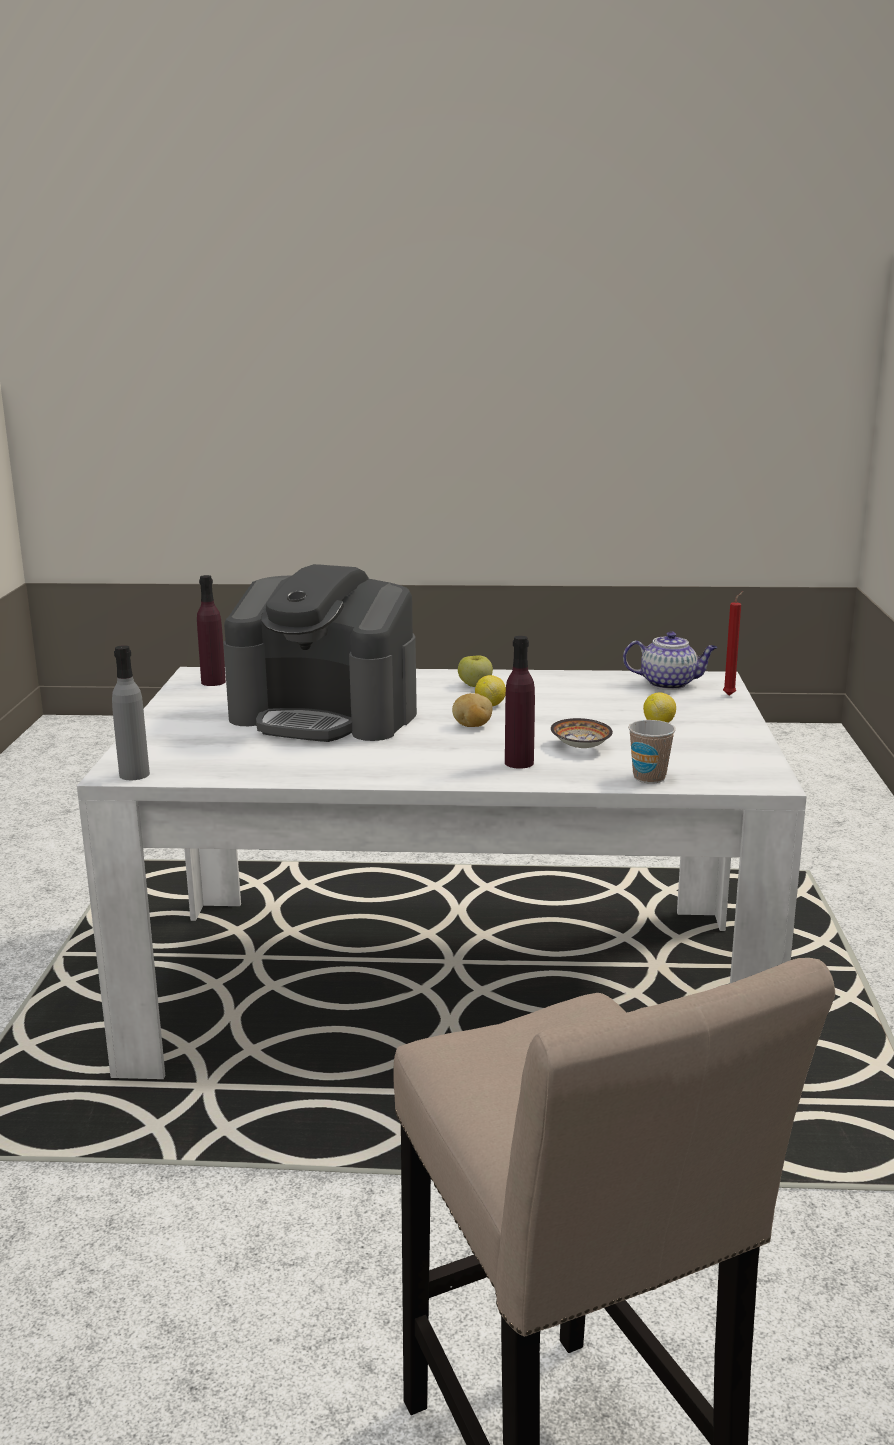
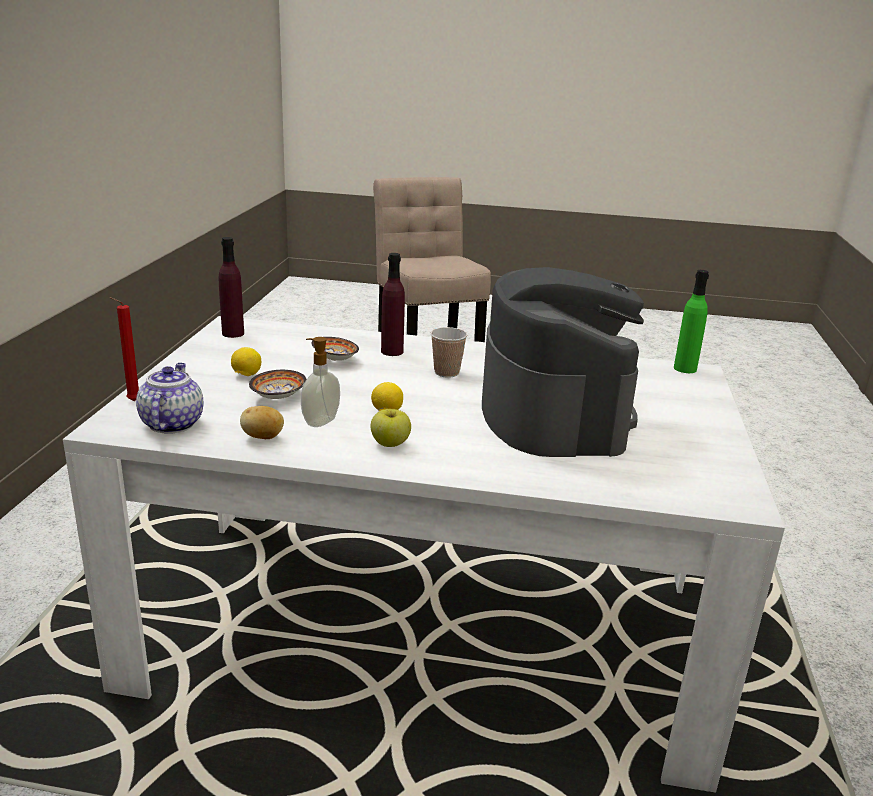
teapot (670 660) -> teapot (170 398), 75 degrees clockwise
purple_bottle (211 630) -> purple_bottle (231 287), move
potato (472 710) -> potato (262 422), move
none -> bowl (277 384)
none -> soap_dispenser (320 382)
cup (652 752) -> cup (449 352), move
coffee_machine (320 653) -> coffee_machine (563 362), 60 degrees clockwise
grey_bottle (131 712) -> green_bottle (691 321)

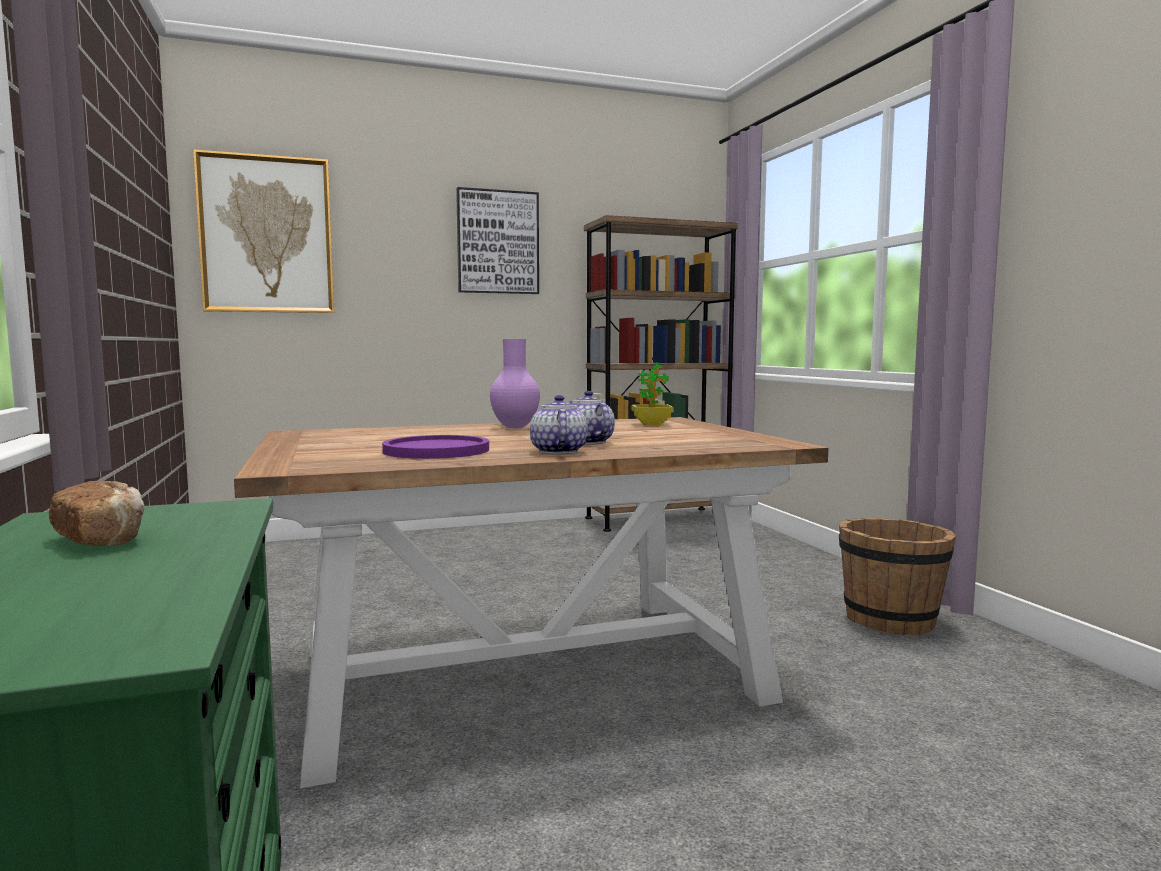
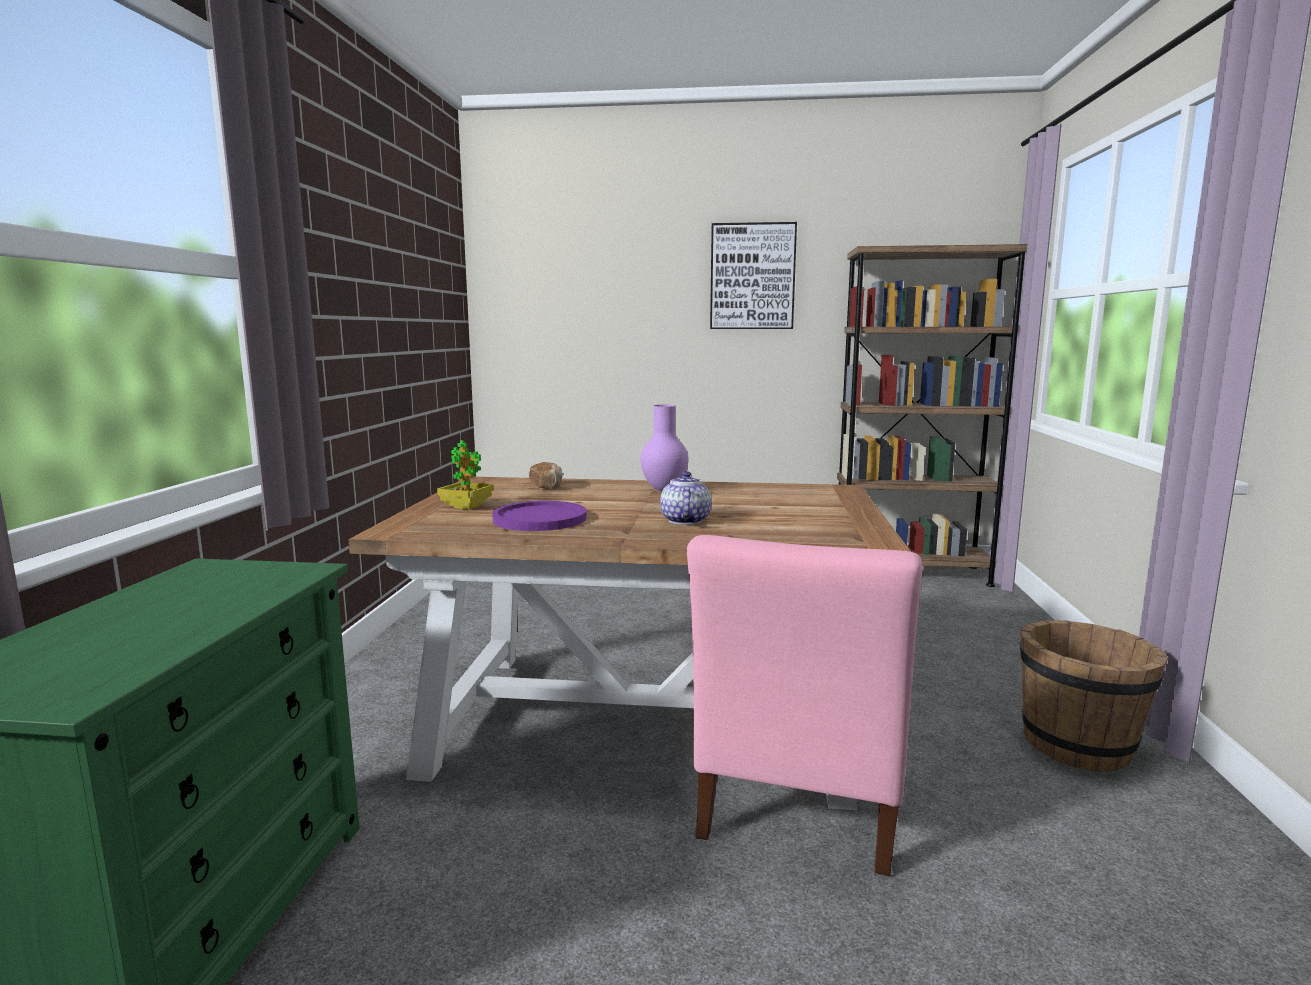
potted_plant (652 394) -> potted_plant (465 475), move
bread (97 513) -> bread (546 476), move
none -> pink_chair (804 705)
picture (263 231) -> none
teapot (559 424) -> none

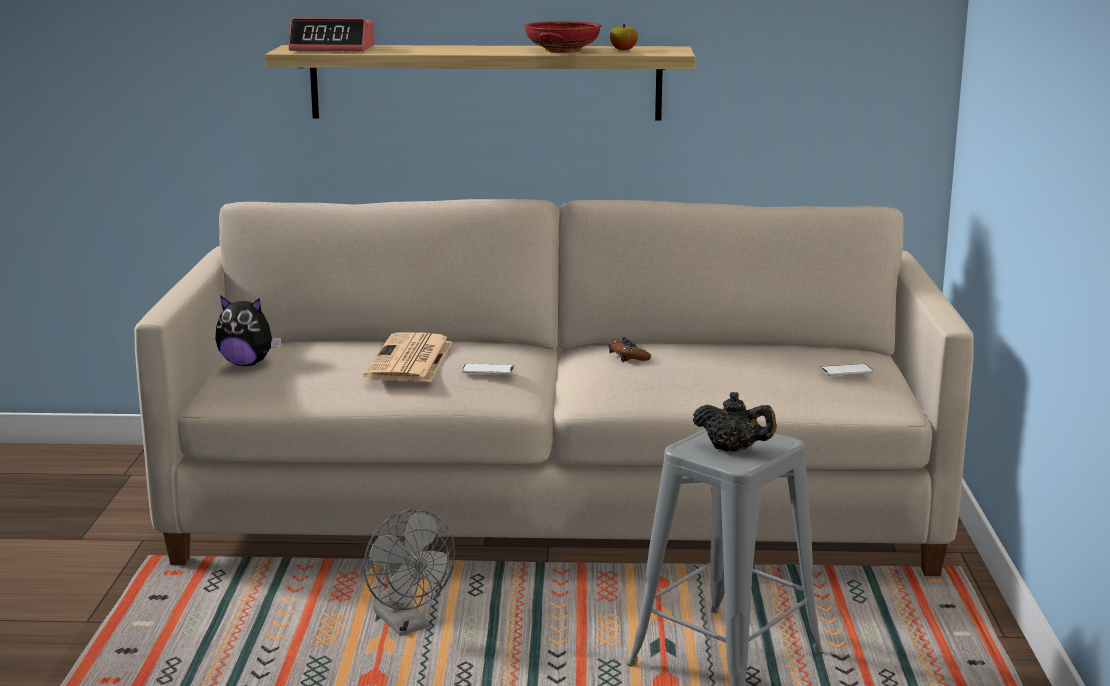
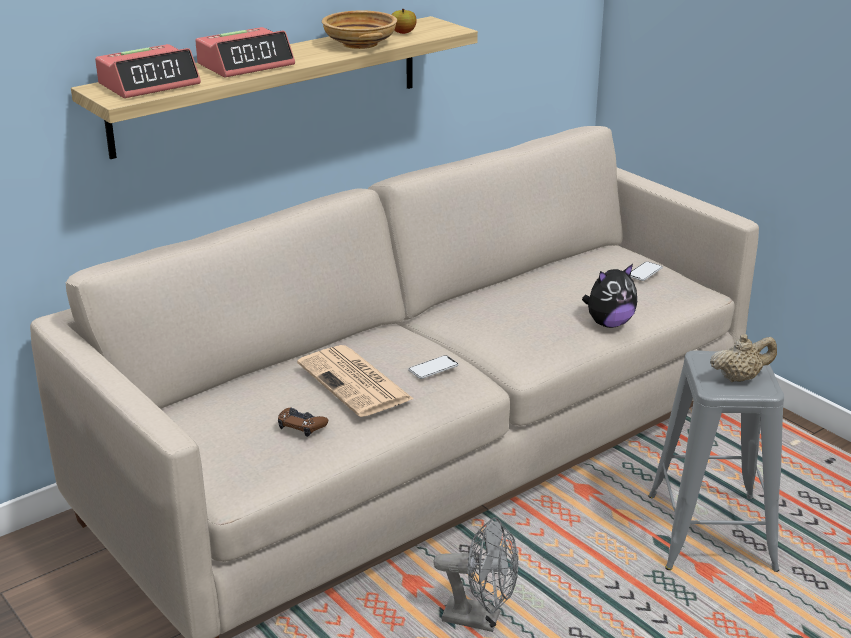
none -> alarm_clock (245 52)
brown_game_controller (629 349) -> brown_game_controller (303 422), move
red_bowl (562 37) -> beige_bowl (359 29)
plush_toy (248 330) -> plush_toy (609 296), move
black_teapot (735 422) -> beige_teapot (743 358)

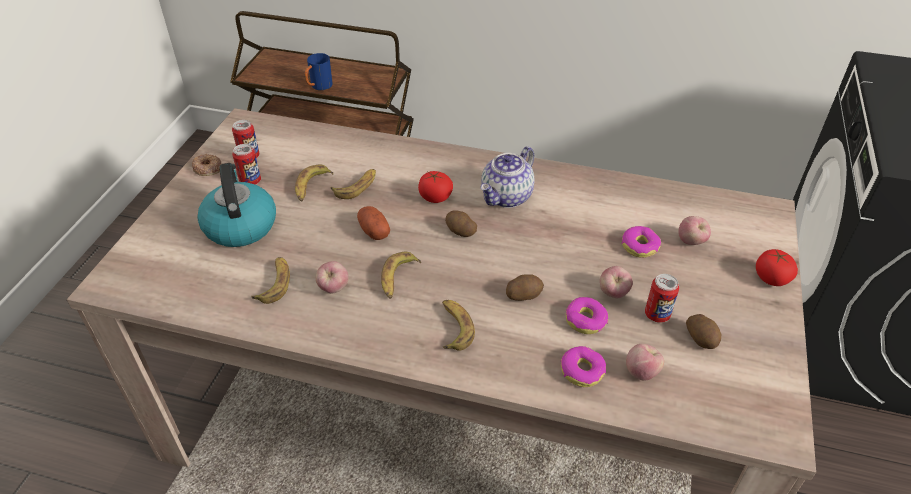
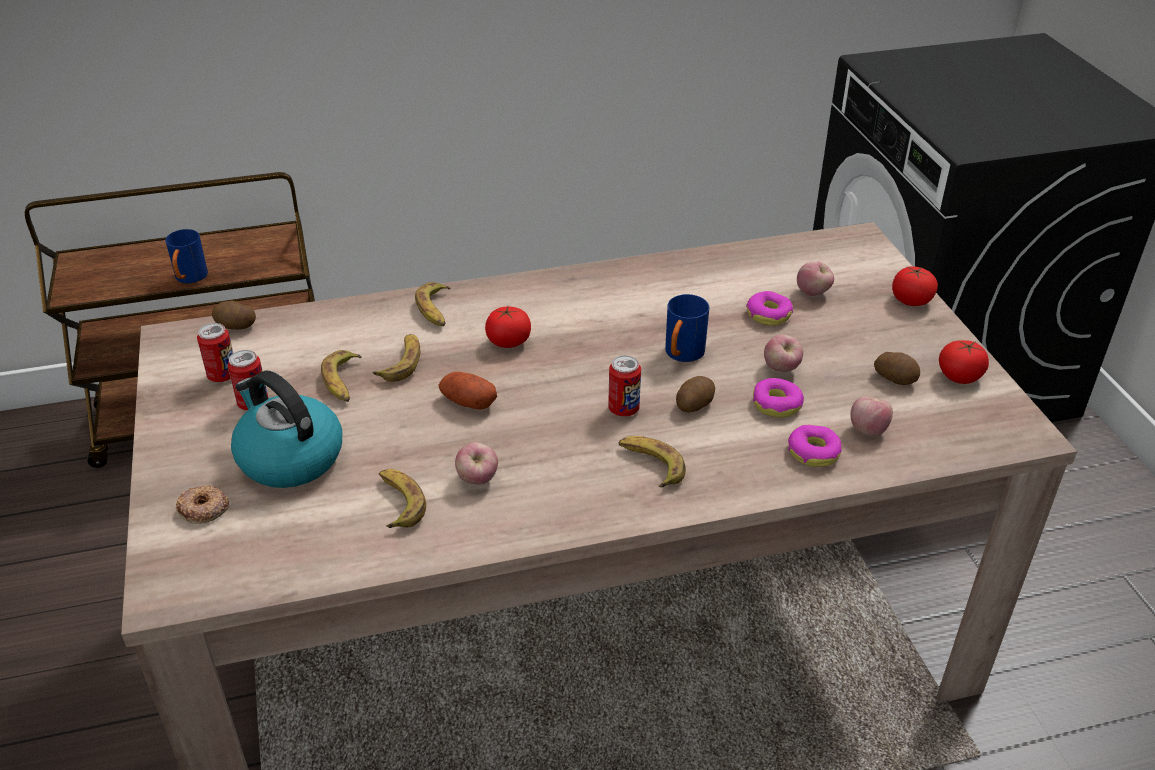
donut (207 165) -> donut (202 504), move
potato (461 223) -> potato (234 315), move
banana (401 275) -> banana (433 304), move
can (662 298) -> can (624 386), move
none -> blue_mug (687 328)
none -> tomato (964 362)
teapot (507 177) -> none

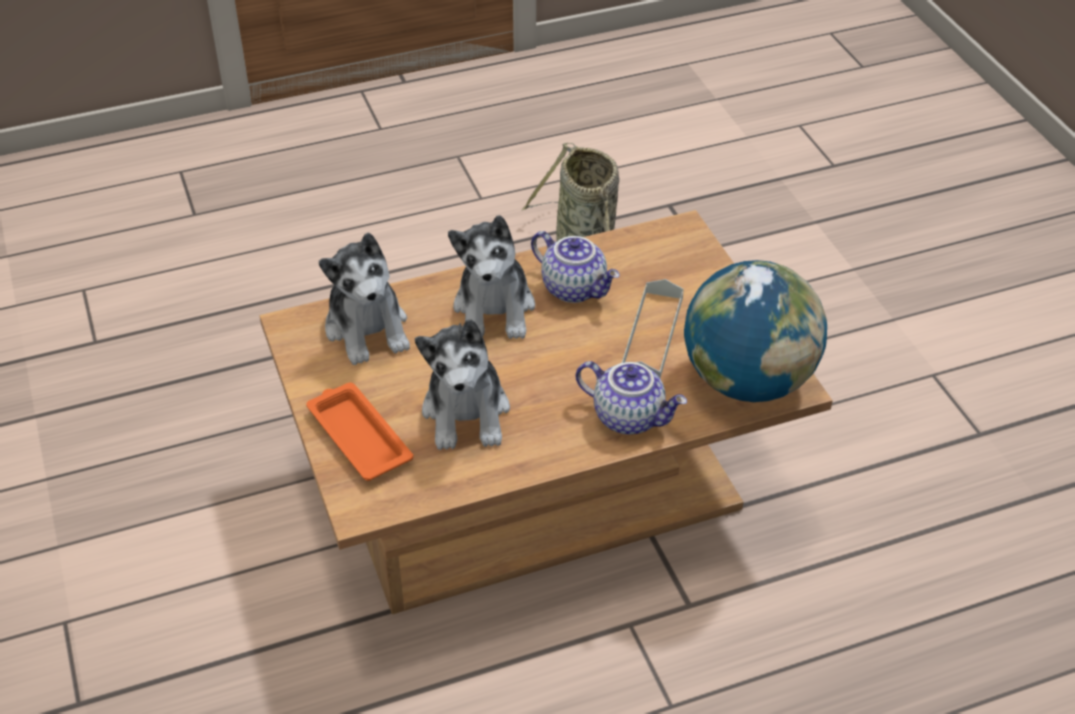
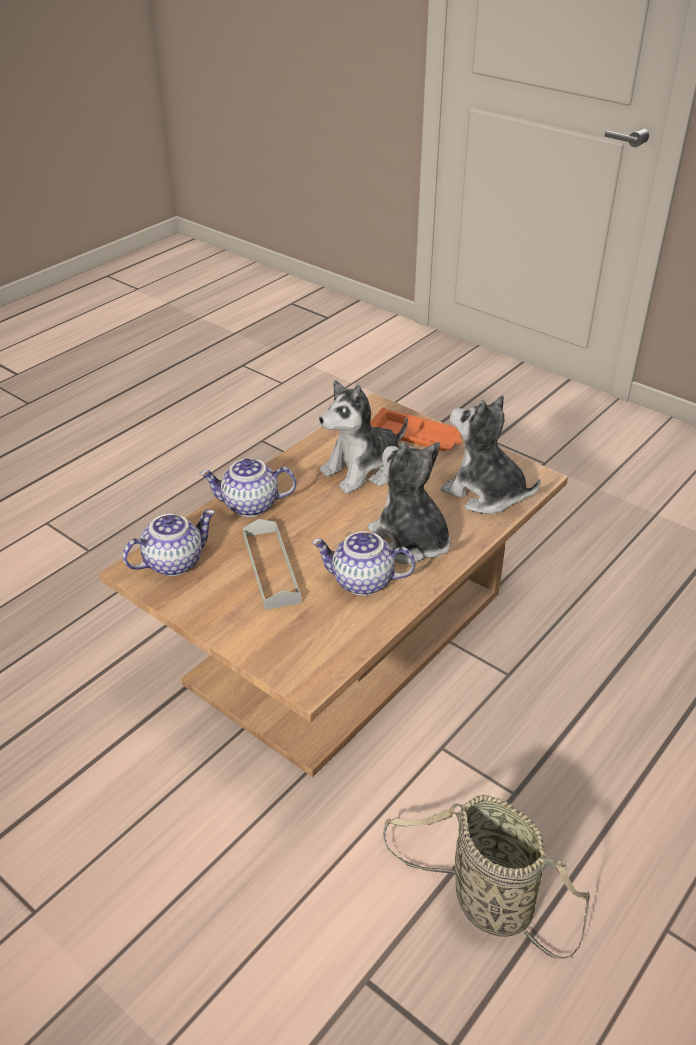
globe (755 331) -> teapot (169 542)
plush_toy (462 384) -> plush_toy (363 437), 90 degrees counterclockwise

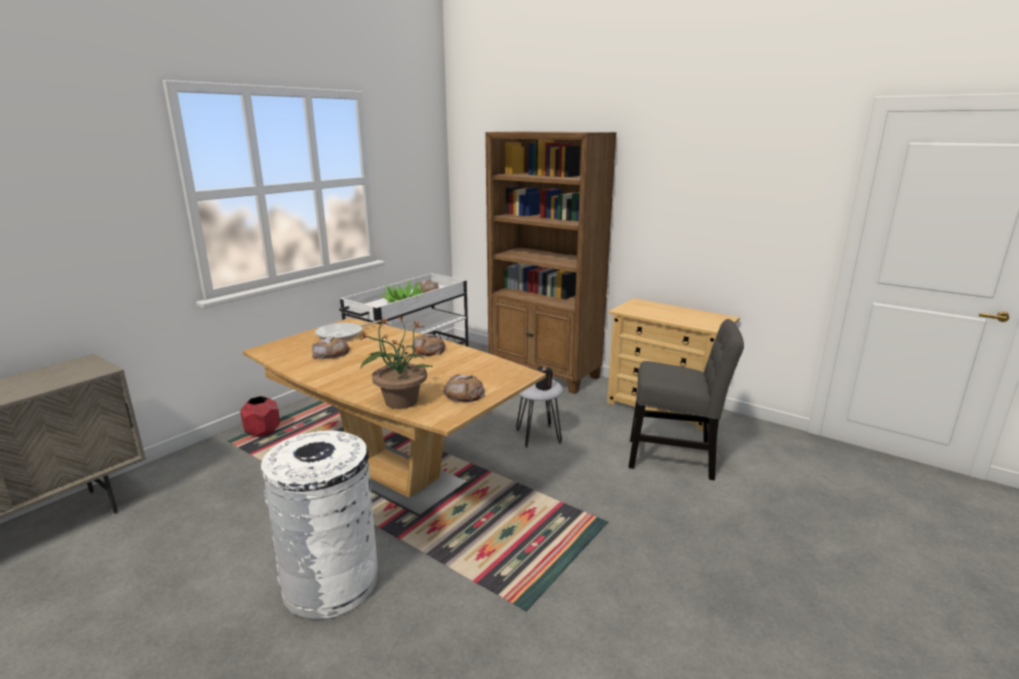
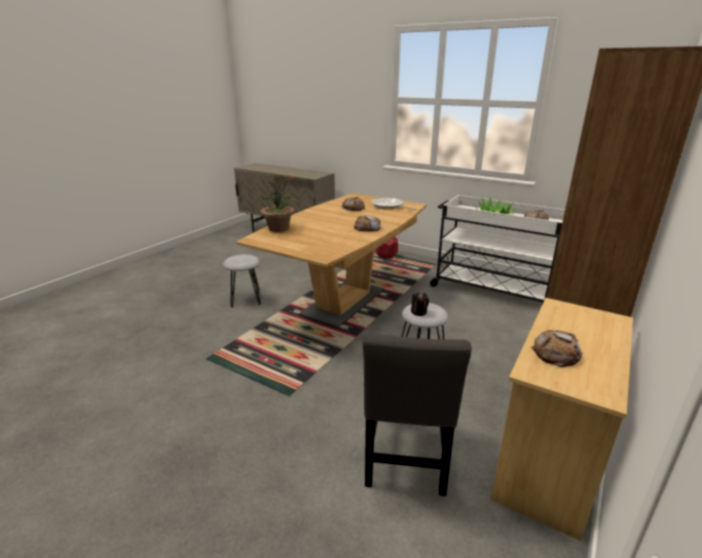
white_trash_can (319 525) -> grey_stool (241 280)
bread (464 388) -> bread (556 348), move

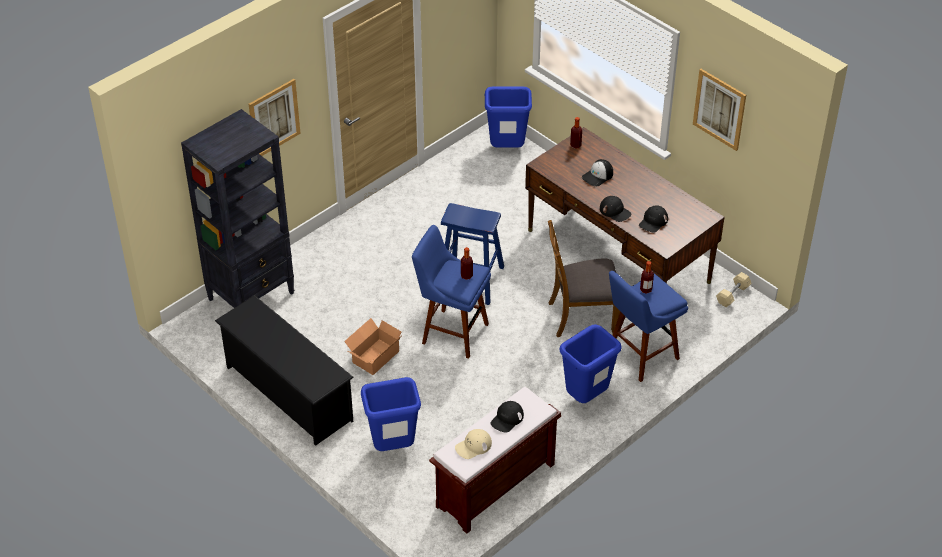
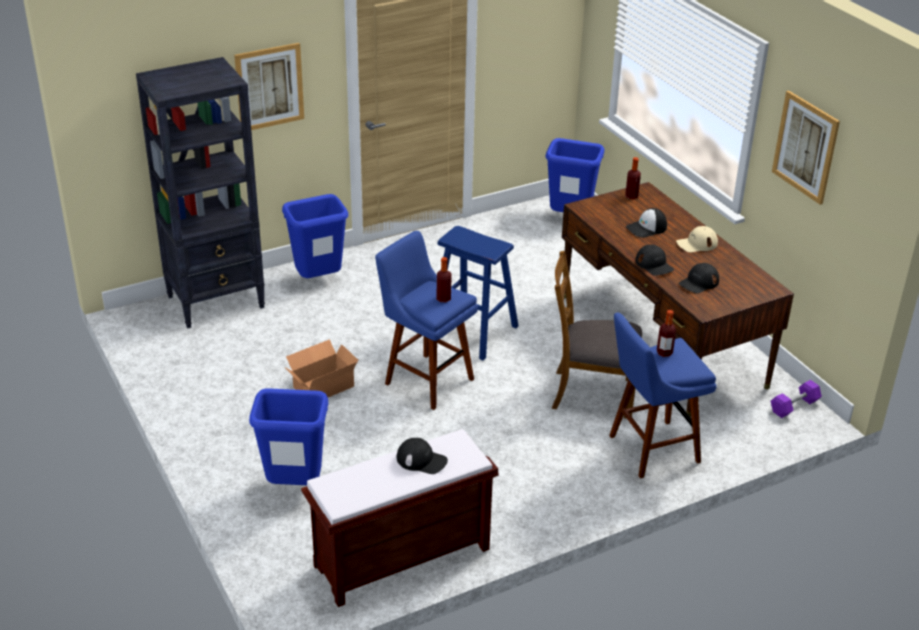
blue_trash_can (590 363) -> blue_trash_can (315 236), move
black_cap (507 417) -> black_cap (422 456), 120 degrees counterclockwise
beige_cap (473 444) -> beige_cap (697 239), move
beige_dumbbell (734 289) -> purple_dumbbell (796 399)
black_shoe_rack (284 370) -> none

